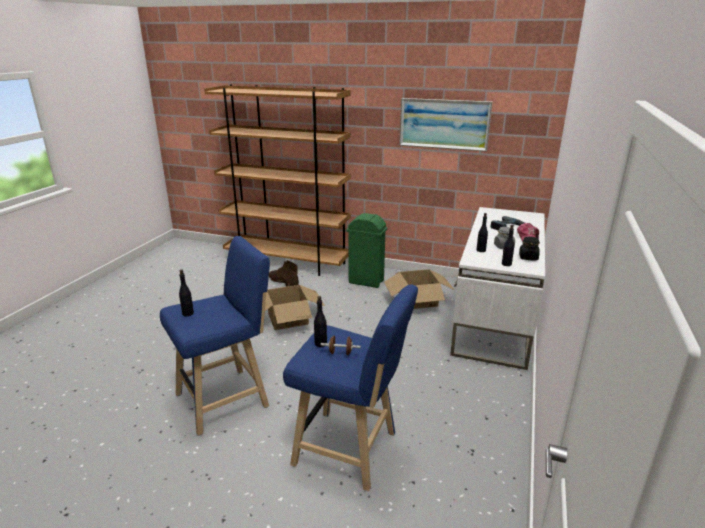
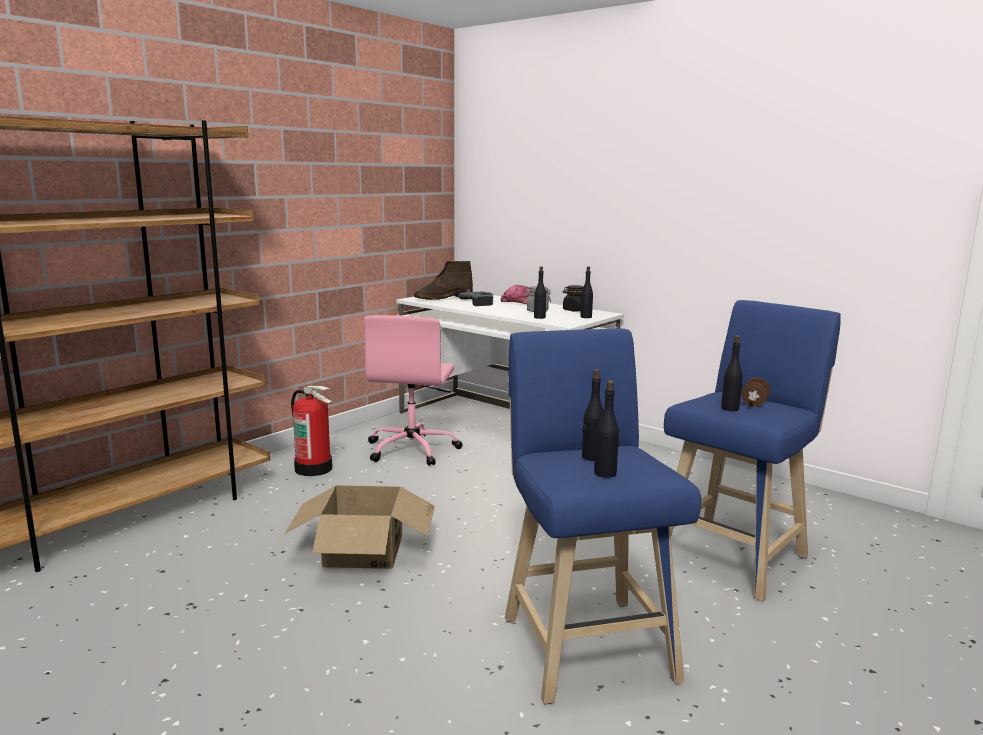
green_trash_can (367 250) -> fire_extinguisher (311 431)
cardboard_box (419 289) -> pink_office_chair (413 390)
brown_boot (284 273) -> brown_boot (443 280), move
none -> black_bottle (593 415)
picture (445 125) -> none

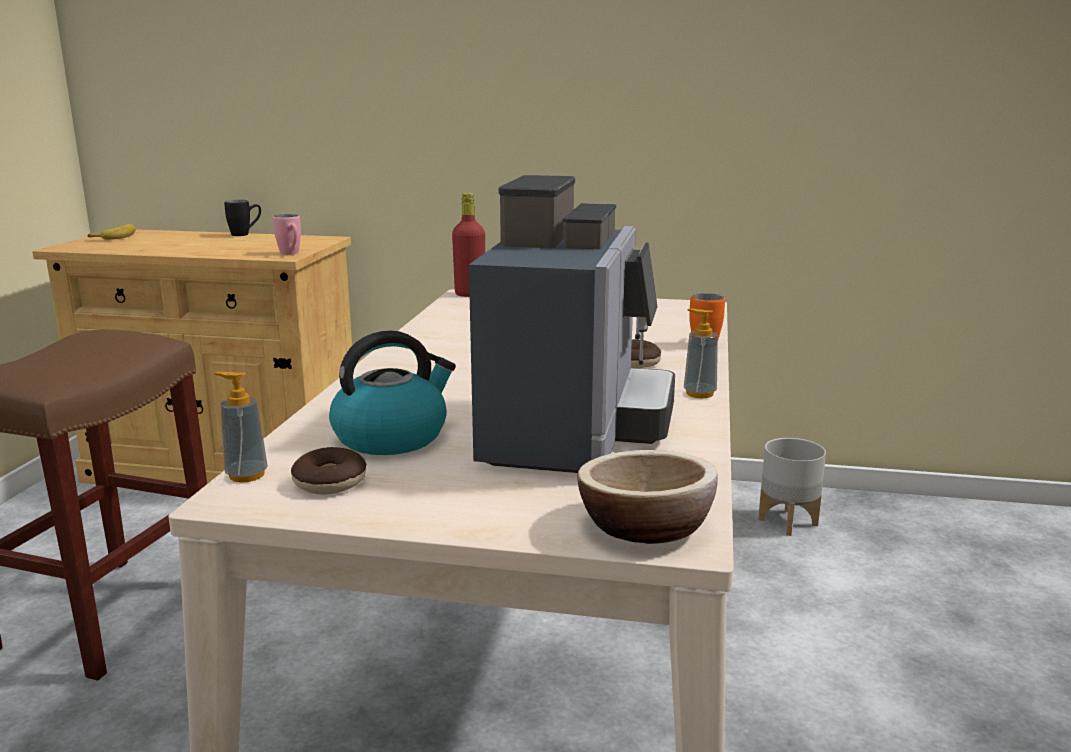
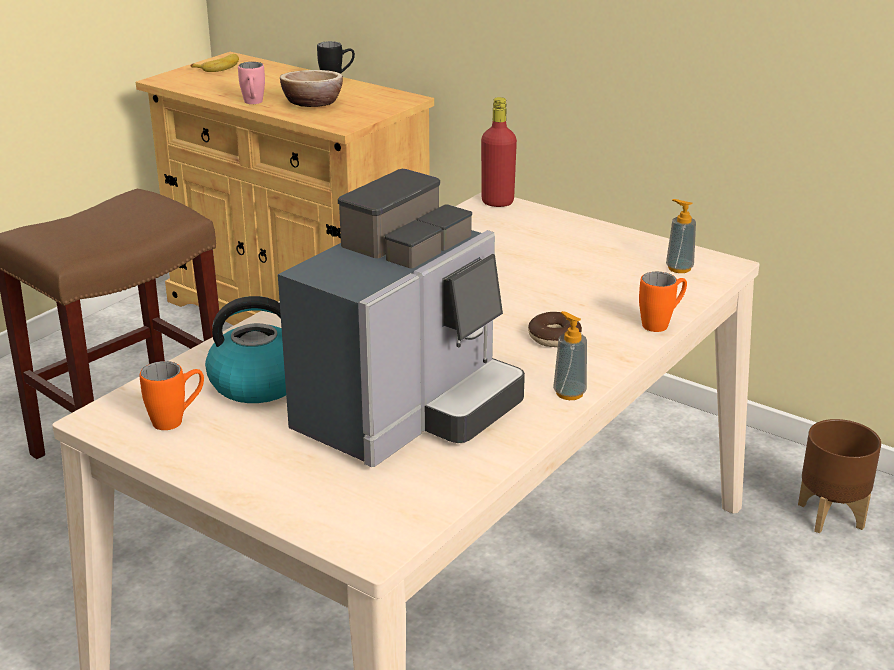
donut (328 471) -> orange_mug (172 395)
pink_mug (287 234) -> pink_mug (251 83), move
bowl (647 497) -> bowl (311 88), move
soap_dispenser (241 427) -> soap_dispenser (681 236), move
grey_planter (792 487) -> brown_planter (839 476)

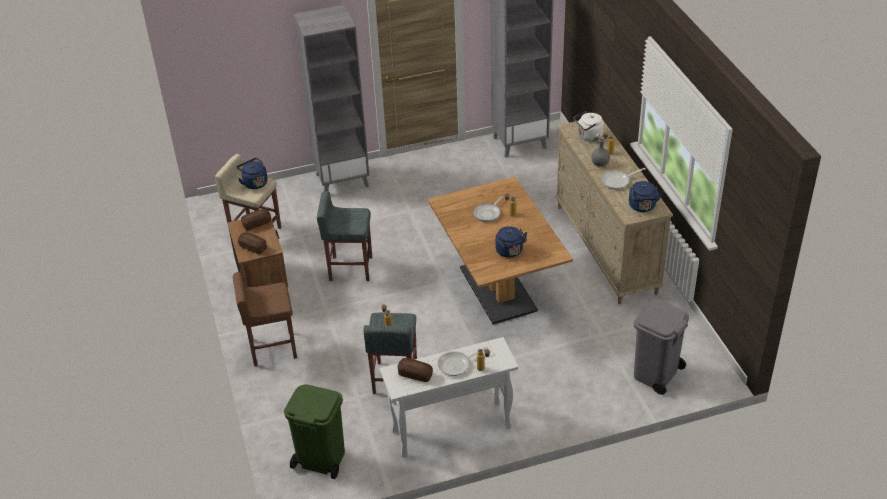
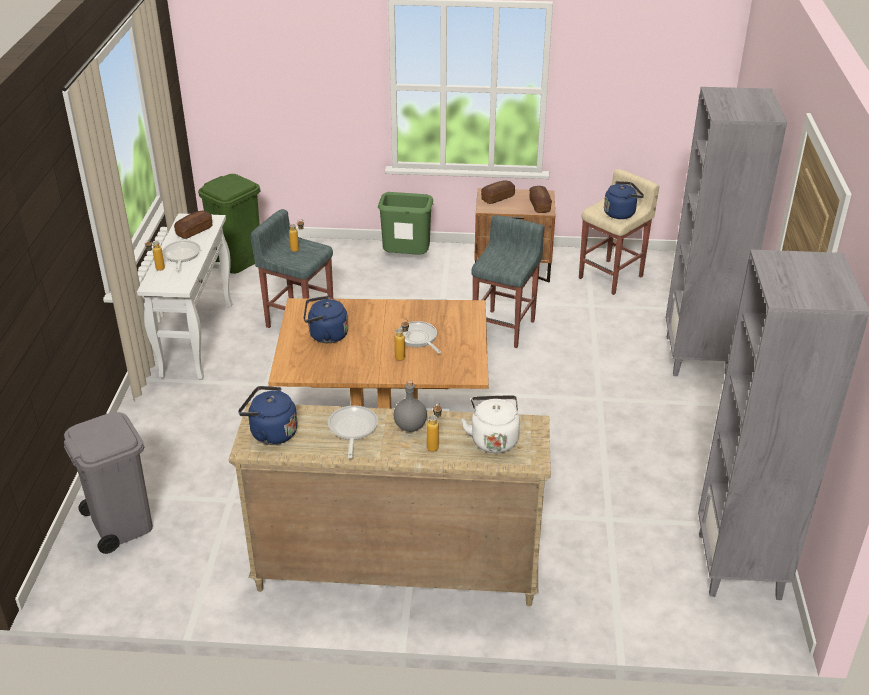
brown_stool (265 319) -> green_trash_can (405 223)

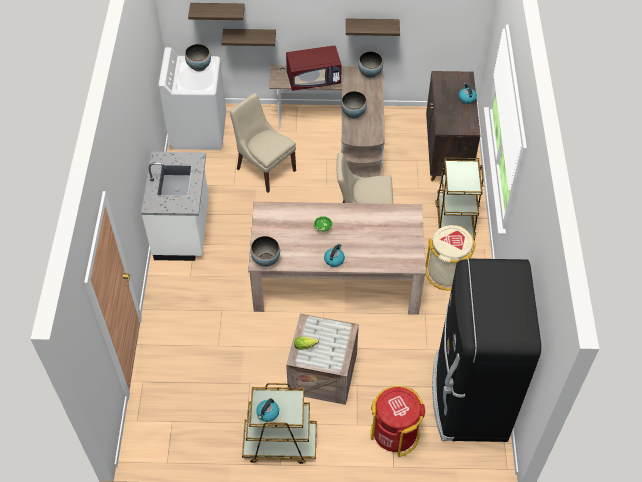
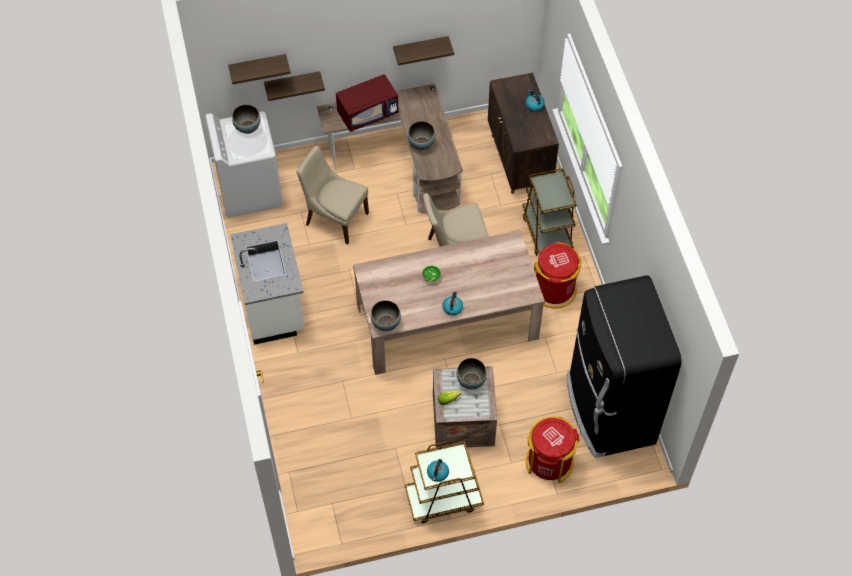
bowl (370 64) -> bowl (472 374), move
beige_trash_can (450 257) -> red_trash_can (557 275)

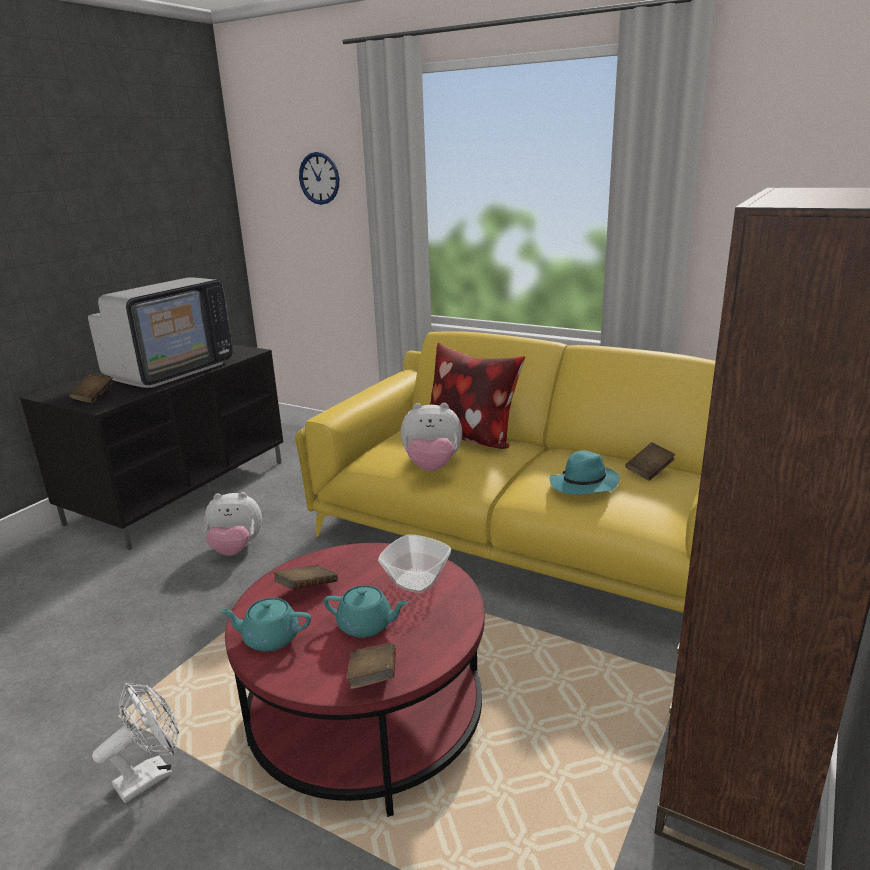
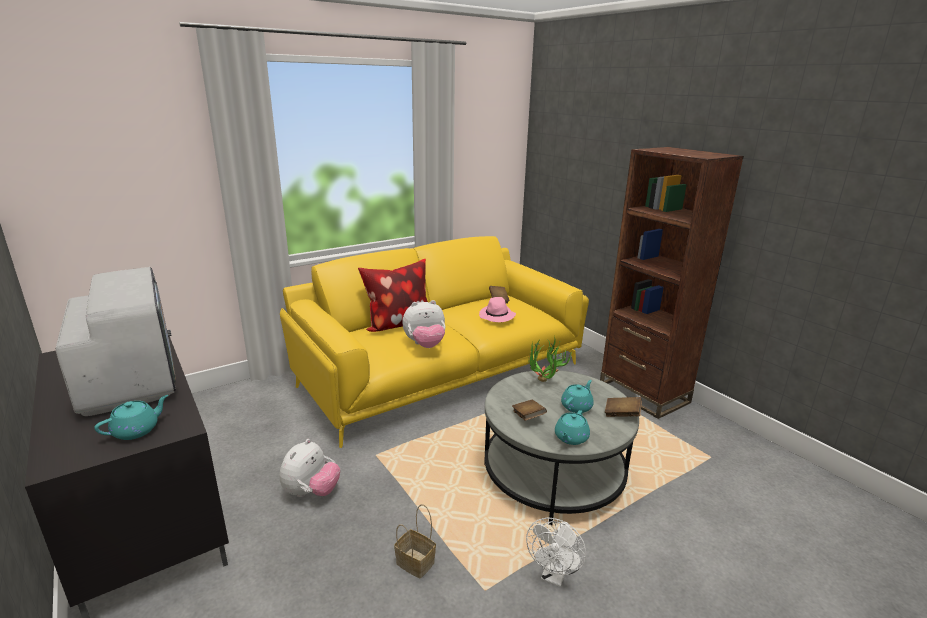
brown_book (91 388) -> turquoise_teapot (131 417)
none -> basket (415 541)
plush_toy (431 437) -> plush_toy (424 324), 45 degrees clockwise
turquoise_hat (585 472) -> pink_hat (497 309)
red_coffee_table (355 680) -> grey_coffee_table (561 447)
white_fan (135 743) -> white_fan (556 552), 135 degrees counterclockwise
bowl (414 563) -> potted_plant (551 359)
wall_clock (319 178) -> none

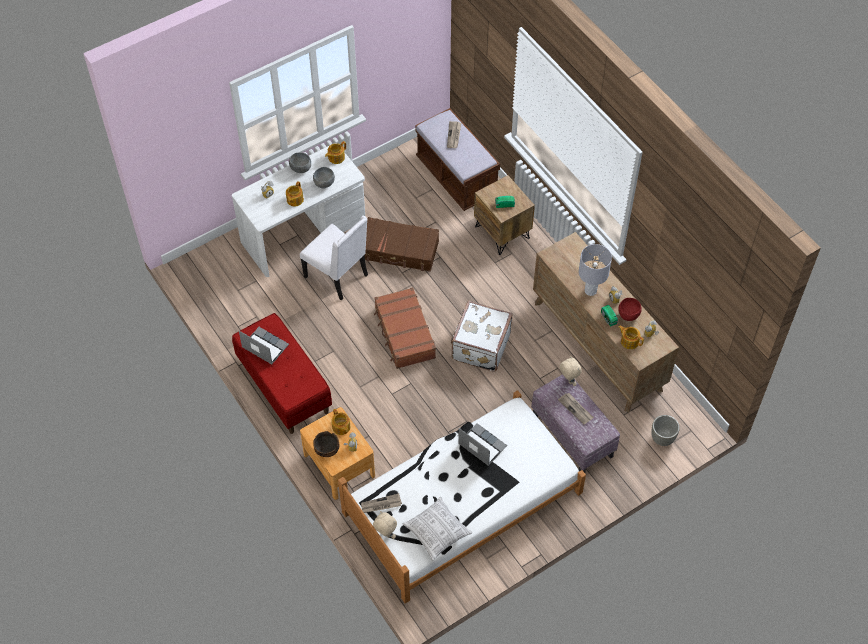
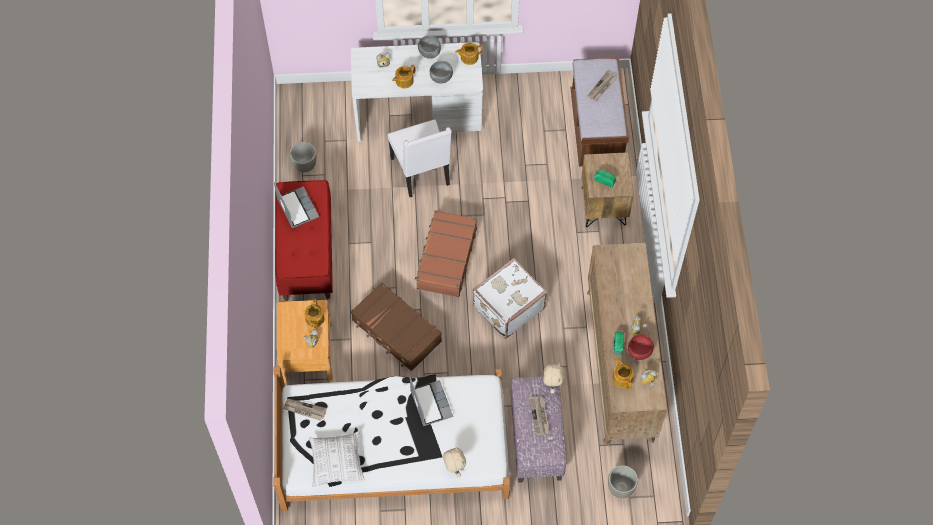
none -> grey_planter (303 157)
brown_suitcase (402 244) -> brown_suitcase (396 326), move
beige_plush_toy (385 525) -> beige_plush_toy (454 462), move
bowl (326 444) -> none
grey_table_lamp (595 270) -> none

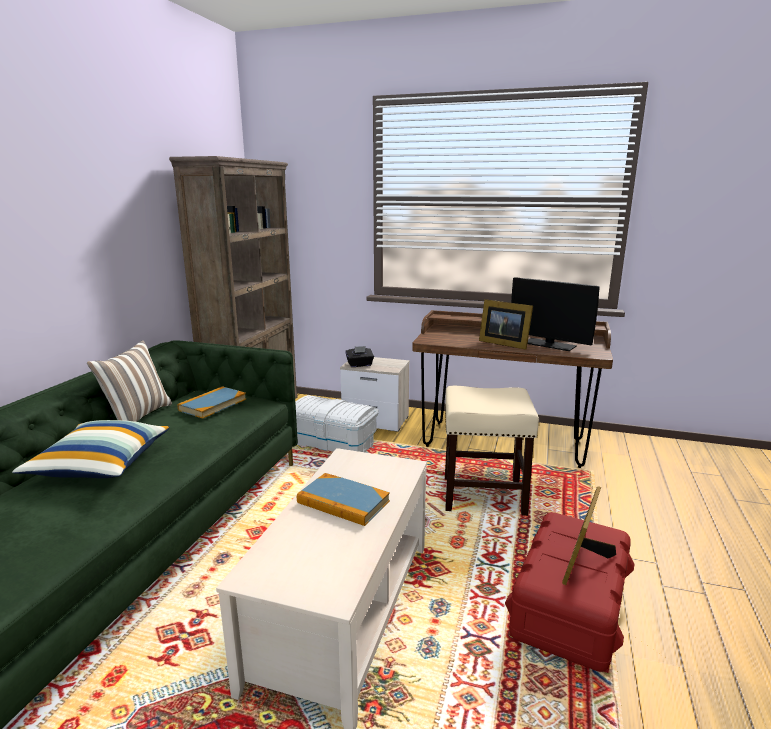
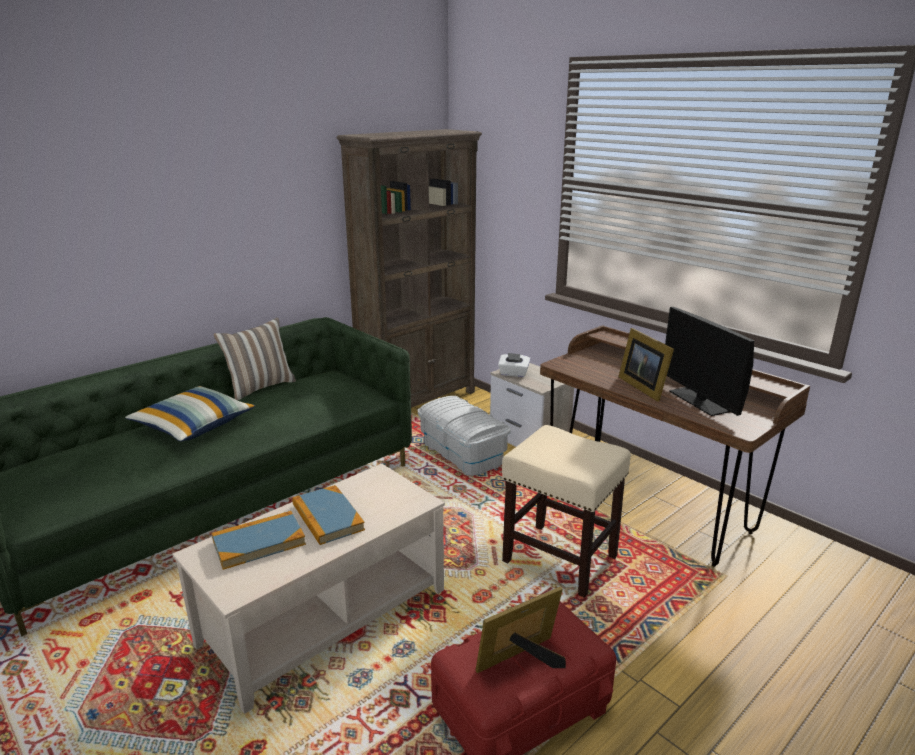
book (212 402) -> book (259 540), move
black_tissue_box (359 356) -> white_tissue_box (514 365)

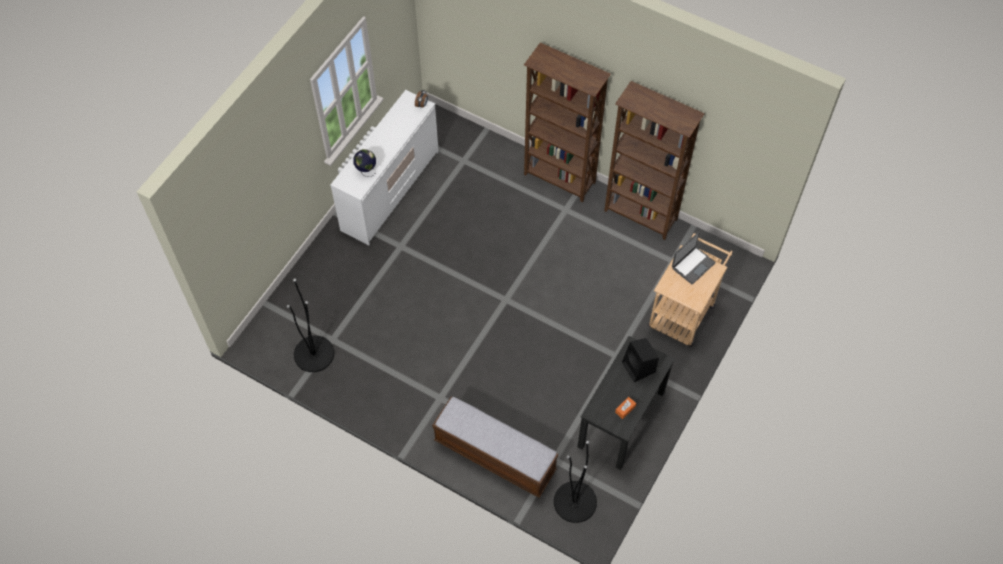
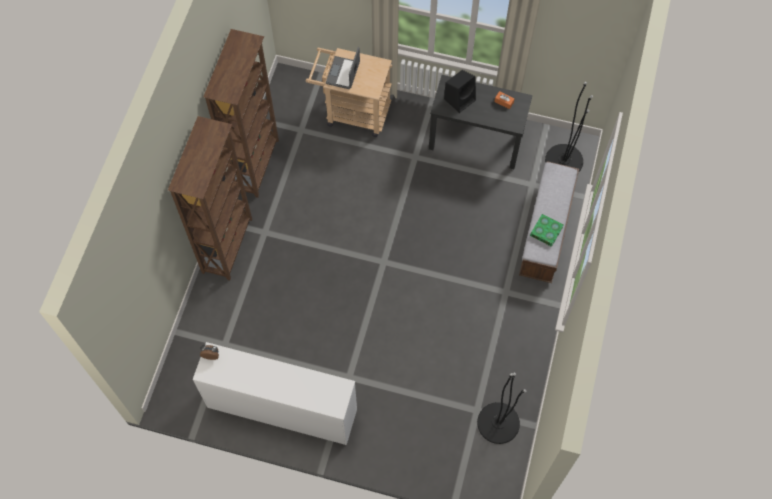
laptop (694 258) -> laptop (343 68), 105 degrees counterclockwise
none -> book (547 230)
globe (364 163) -> none

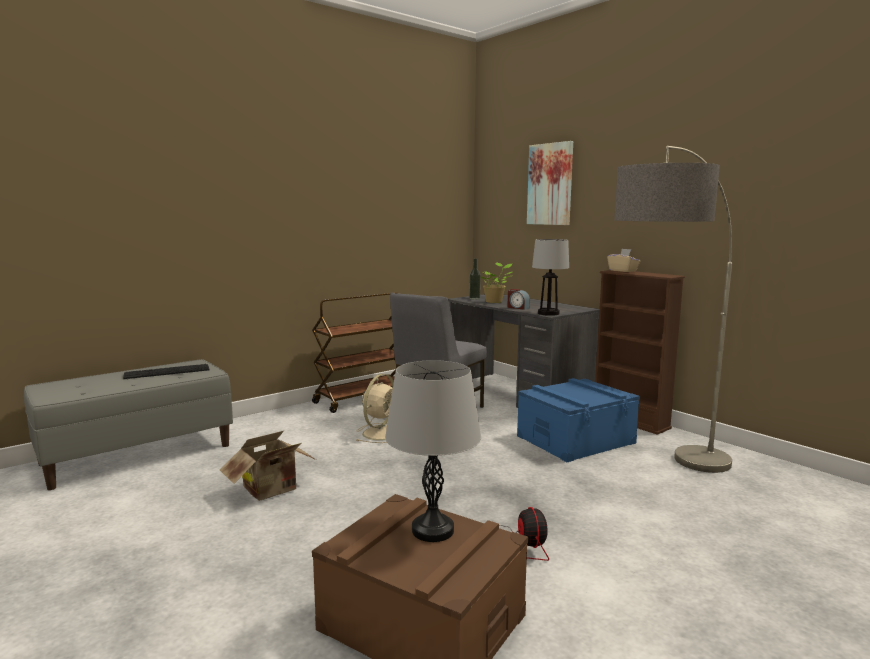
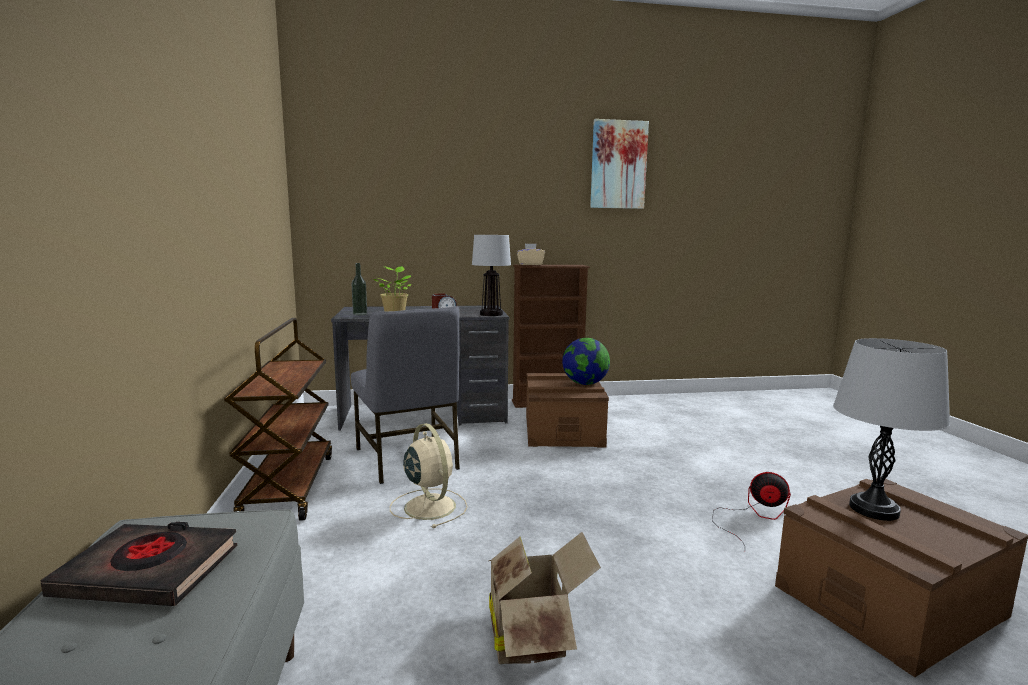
keyboard (166 371) -> black_book (139 564)
blue_storage_box (578 420) -> brown_storage_box (567 410)
none -> globe (586 361)
picture (550 183) -> picture (619 164), move
floor_lamp (673 309) -> none

